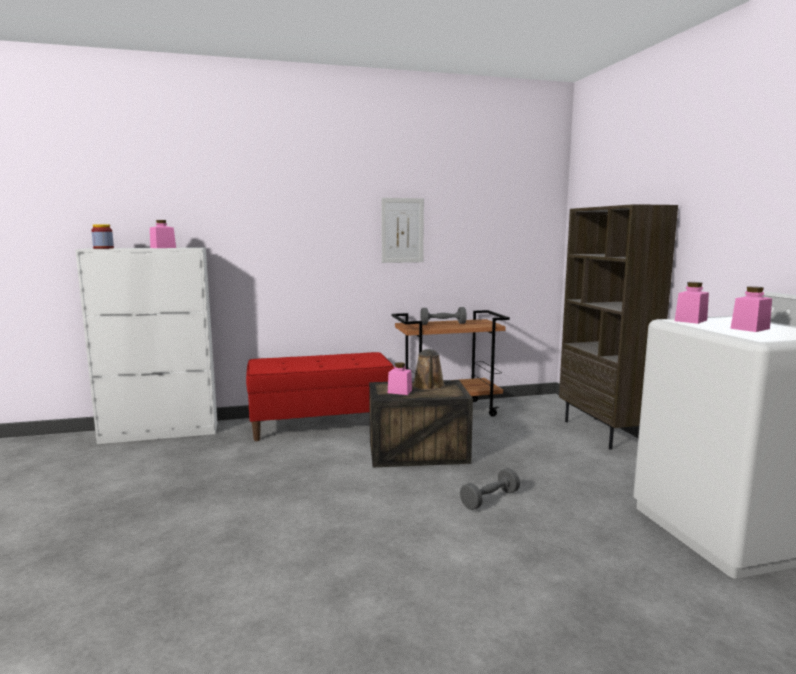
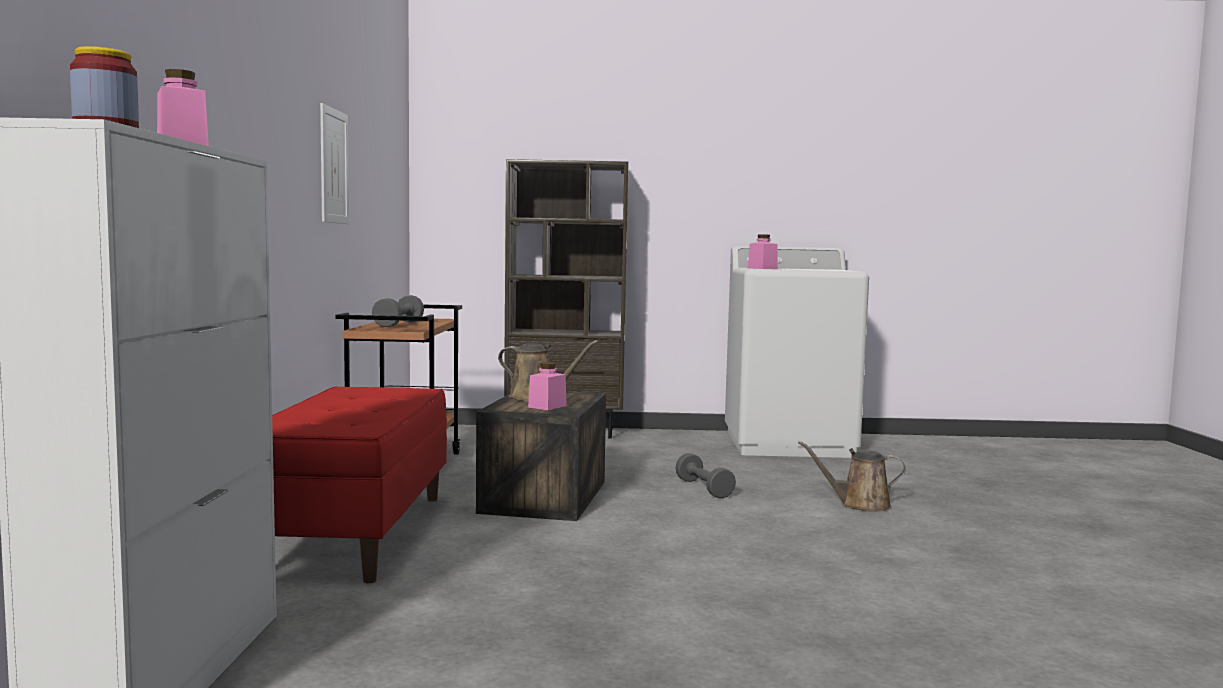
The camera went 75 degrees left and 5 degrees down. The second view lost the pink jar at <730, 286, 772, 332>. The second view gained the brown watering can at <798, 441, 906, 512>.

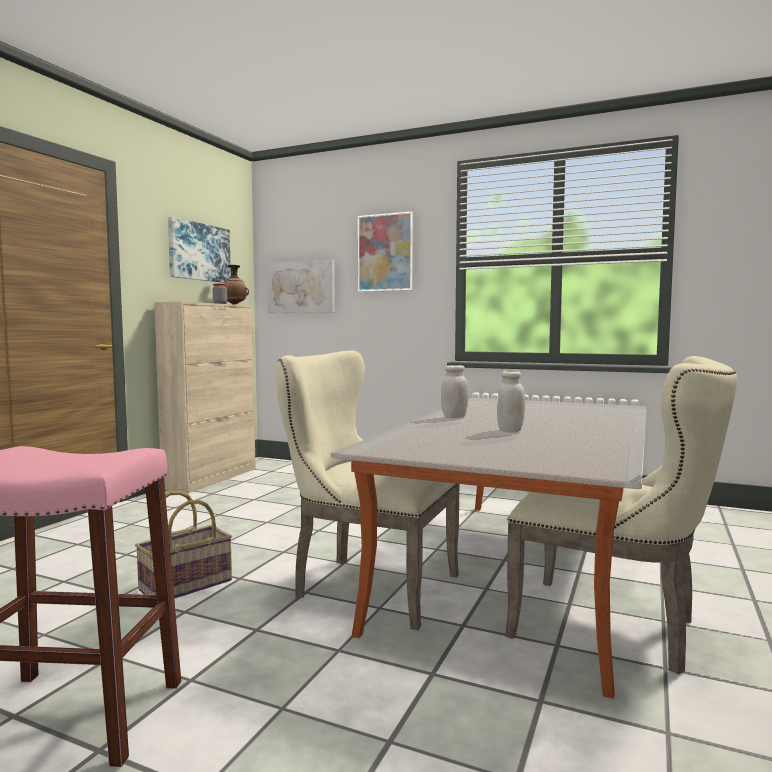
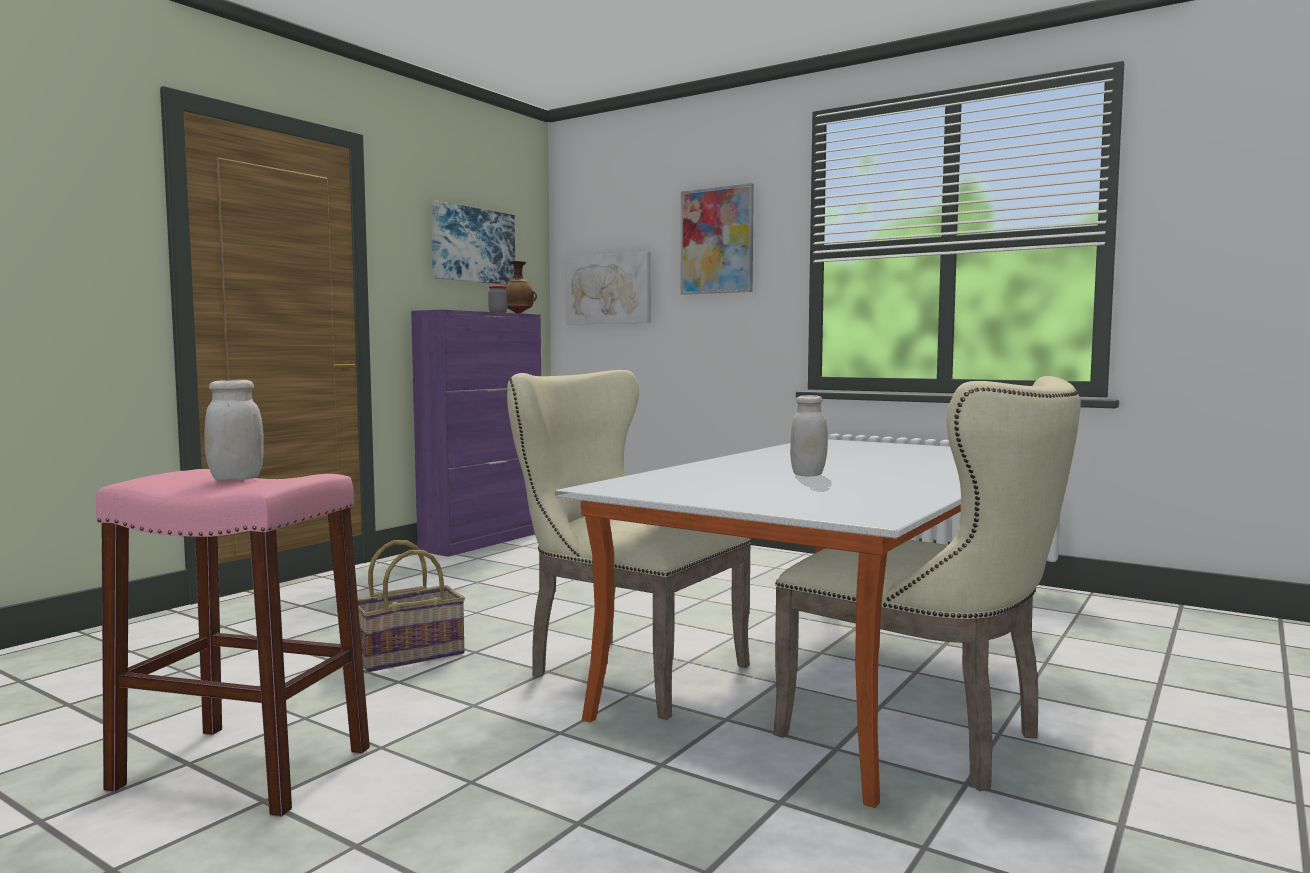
The camera went 10 degrees right and 0 degrees up. What was the beige cabinet at <154, 302, 256, 493> turned into the purple cabinet at <411, 310, 541, 557>. The white jar ended up elsewhere, having gone from <441, 365, 468, 418> to <204, 380, 264, 480>.

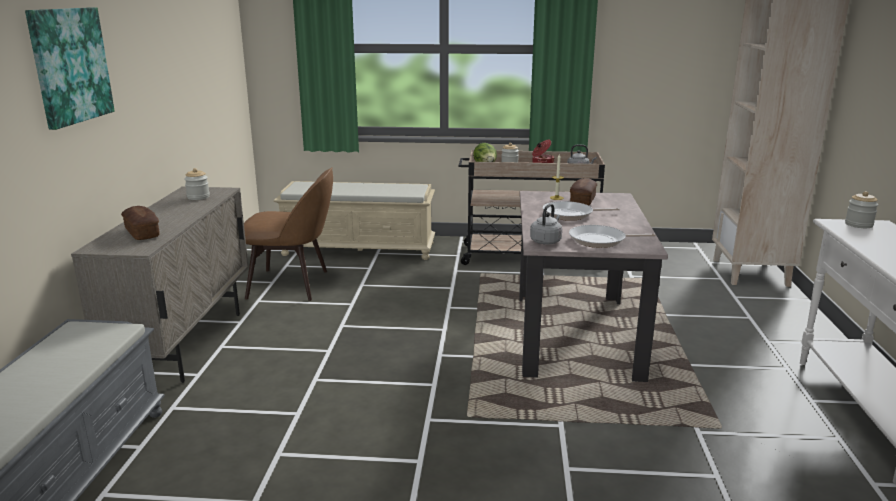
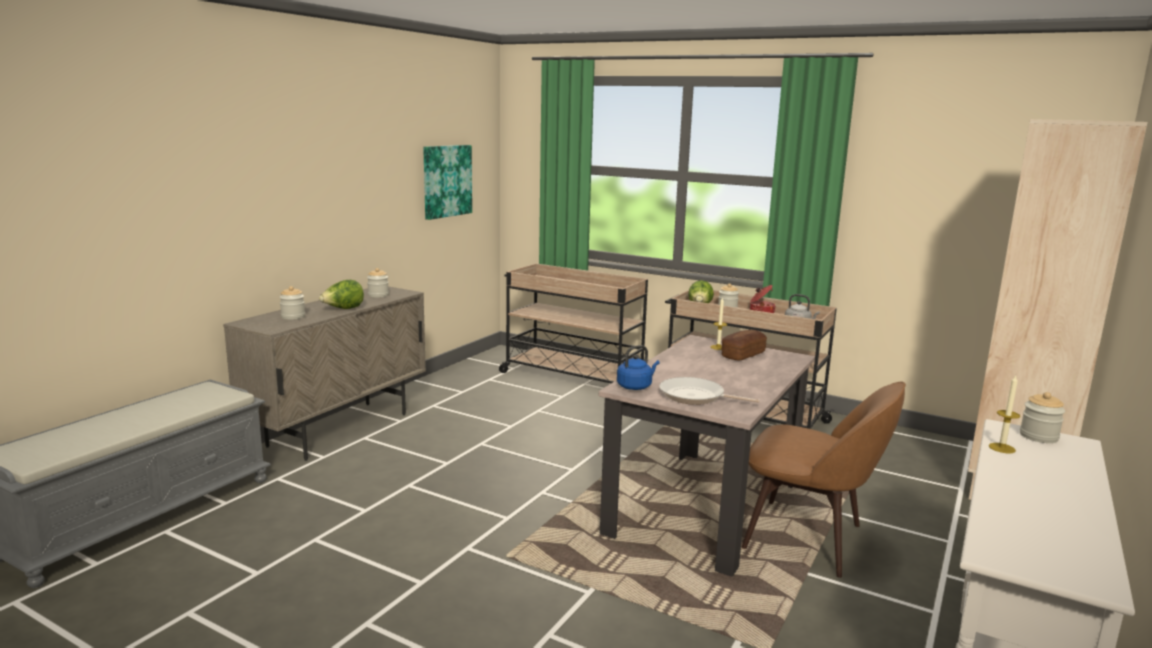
The camera went 25 degrees right and 5 degrees down. The picture ended up elsewhere, having gone from <25, 7, 115, 130> to <423, 145, 472, 220>. The brown chair ended up elsewhere, having gone from <244, 168, 333, 301> to <742, 382, 906, 578>. Where the beige bench stood at <274, 181, 435, 260>, the beige cart came to stand at <499, 263, 648, 383>. The second view lost the frying pan at <543, 201, 620, 221>. What was the grey kettle at <530, 204, 562, 244> turned into the blue kettle at <617, 345, 660, 390>. Where the bread stood at <121, 206, 159, 240>, the jar came to stand at <279, 286, 305, 320>. The second view gained the lettuce at <319, 280, 364, 309>. The second view gained the candle at <989, 375, 1020, 453>.

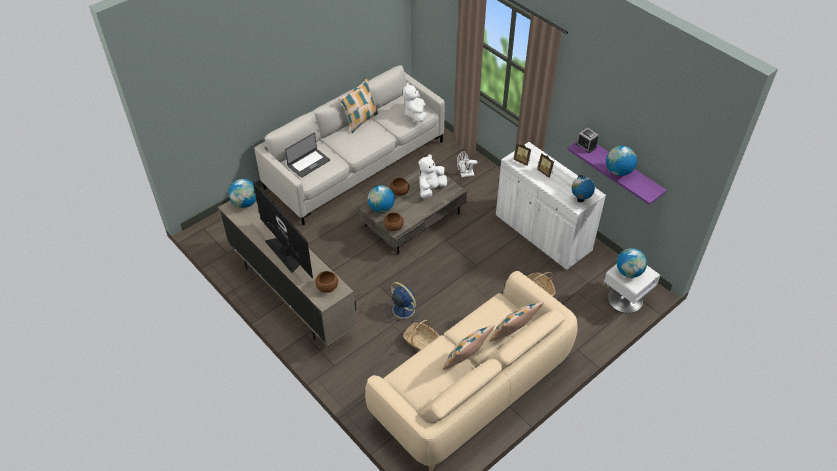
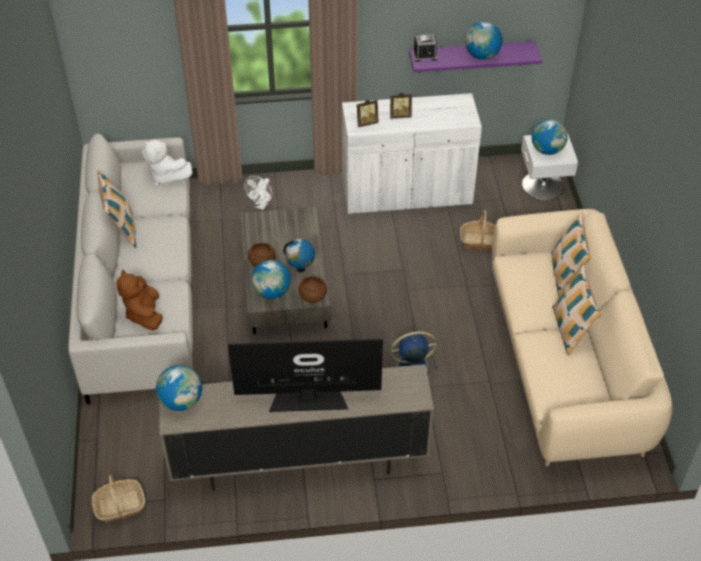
The camera went 55 degrees left and 0 degrees up. Where the laptop stood at <285, 133, 330, 178>, the brown plush toy came to stand at <116, 270, 163, 330>. The second view lost the white plush toy at <419, 154, 447, 198>. The globe ended up elsewhere, having gone from <572, 175, 595, 202> to <284, 239, 315, 272>. The second view lost the brown bowl at <315, 271, 338, 293>. The basket ended up elsewhere, having gone from <403, 320, 439, 351> to <91, 475, 145, 522>.

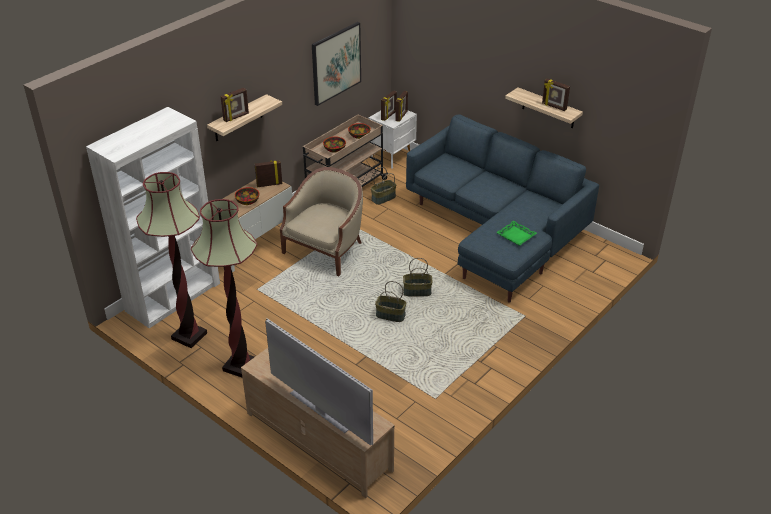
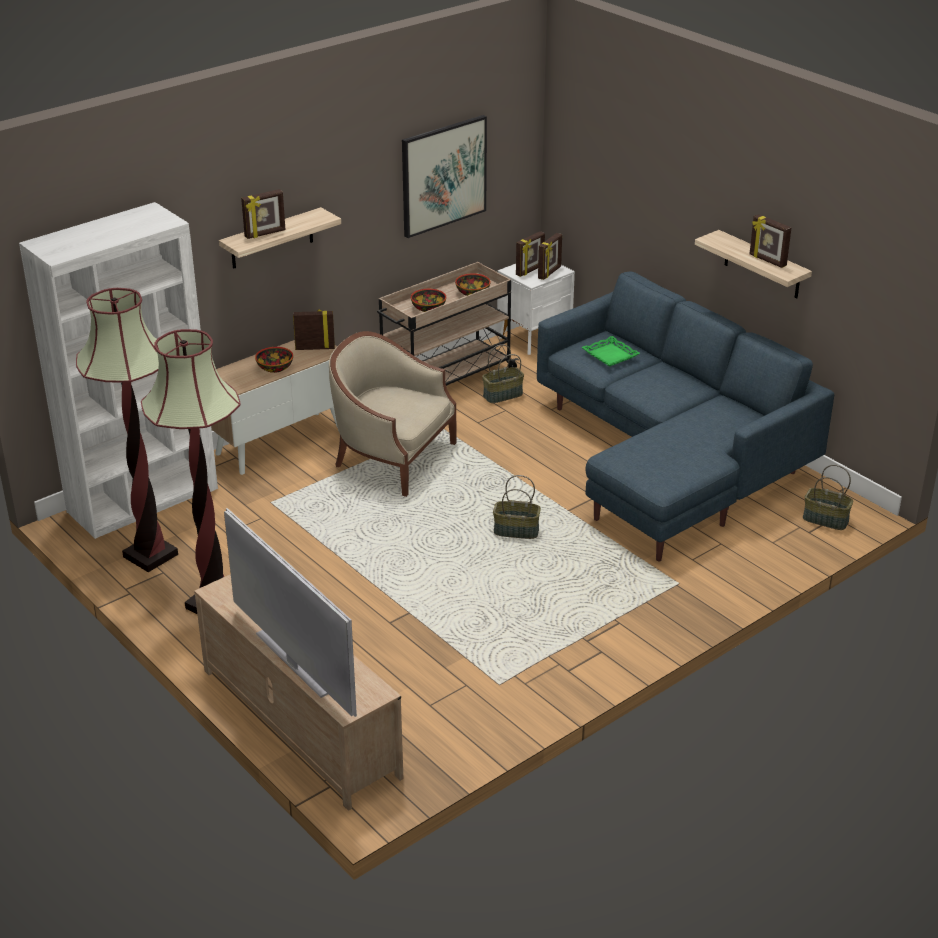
The camera went 10 degrees right and 5 degrees down. The beige armchair at <280, 167, 363, 276> ended up facing another way, 105 degrees counterclockwise from before. The green tray ended up elsewhere, having gone from <496, 221, 537, 245> to <582, 336, 640, 367>. The basket ended up elsewhere, having gone from <375, 281, 406, 322> to <803, 465, 853, 530>.

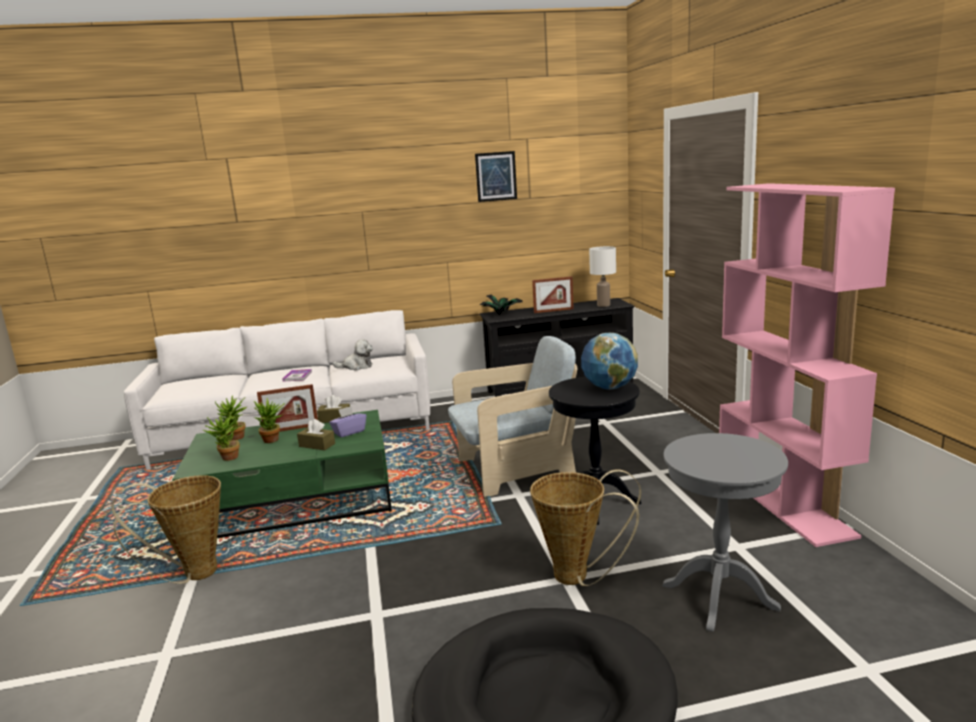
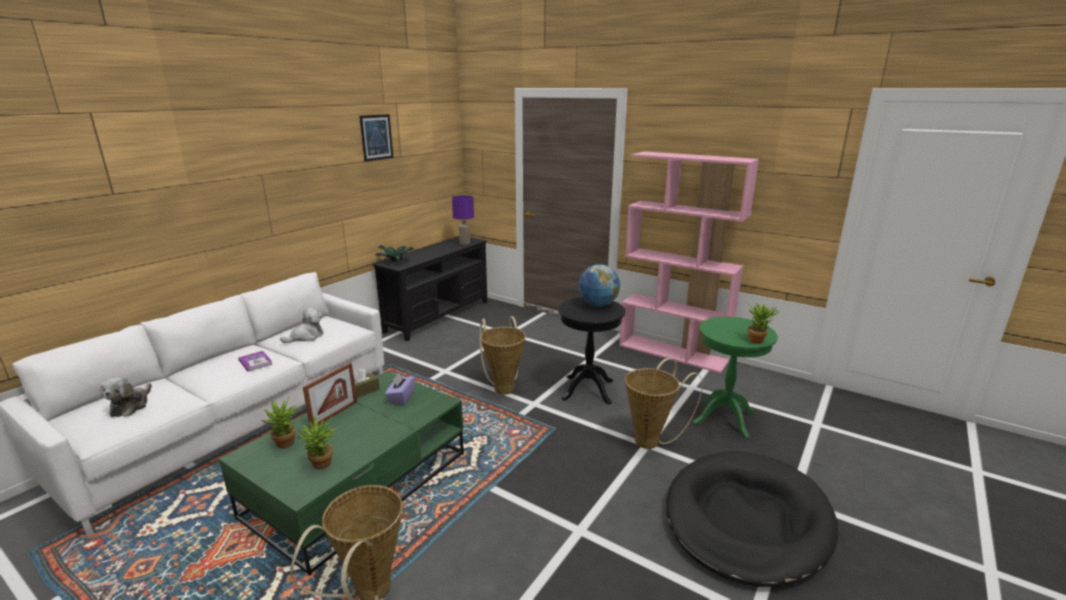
The camera went 45 degrees left and 5 degrees up. What was the white table lamp at <589, 246, 616, 307> turned into the purple table lamp at <452, 195, 474, 245>. The second view lost the picture frame at <532, 276, 574, 313>. Where the beige armchair stood at <448, 336, 577, 497>, the basket came to stand at <479, 316, 526, 395>. The potted plant ended up elsewhere, having gone from <253, 398, 285, 443> to <747, 303, 779, 344>. The second view lost the brown tissue box at <297, 419, 335, 450>. What was the grey side table at <662, 433, 788, 632> turned into the green side table at <693, 317, 778, 438>. The second view gained the plush toy at <100, 377, 152, 417>.

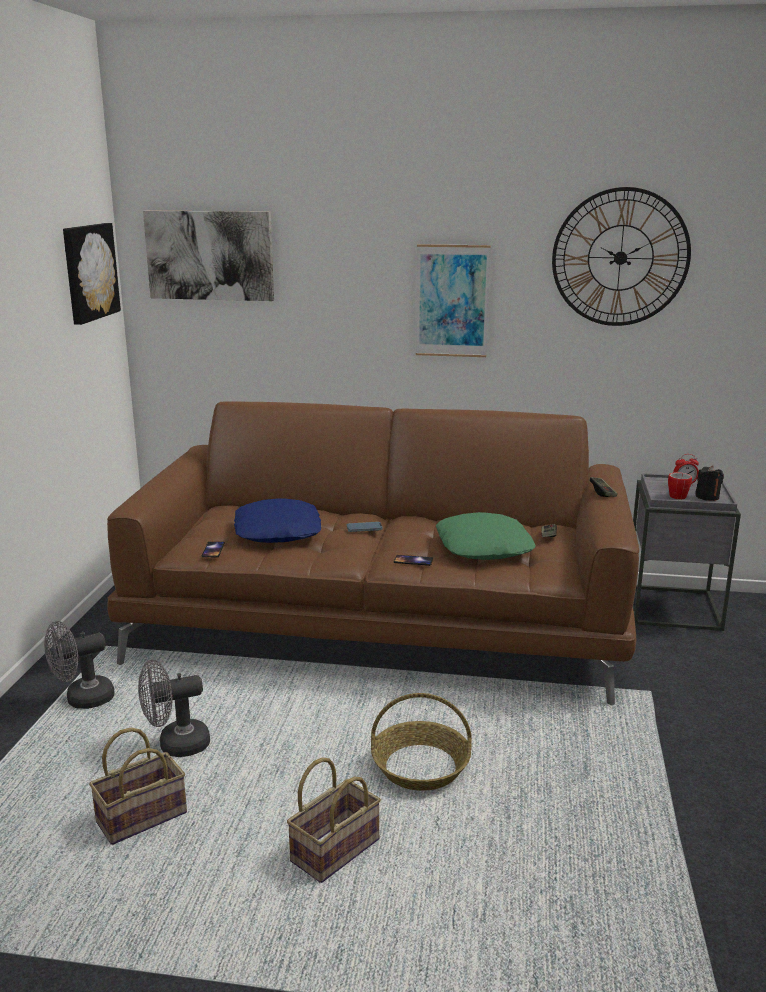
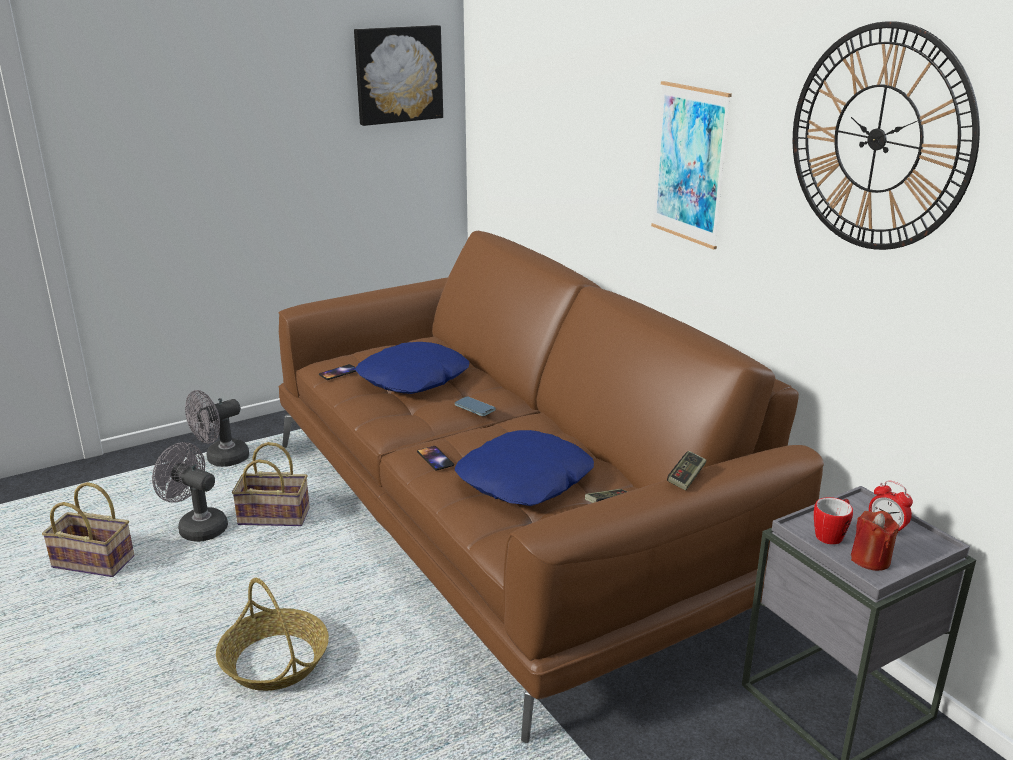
The camera went 50 degrees right and 5 degrees up. The second view lost the picture at <143, 211, 274, 301>. What was the black candle at <695, 466, 724, 501> turned into the red candle at <851, 511, 899, 571>. What was the green pillow at <436, 512, 536, 560> turned into the blue pillow at <455, 430, 594, 506>. The grey fan at <44, 621, 114, 709> ended up facing another way, 60 degrees counterclockwise from before. The basket ended up elsewhere, having gone from <287, 757, 381, 883> to <232, 442, 310, 526>.

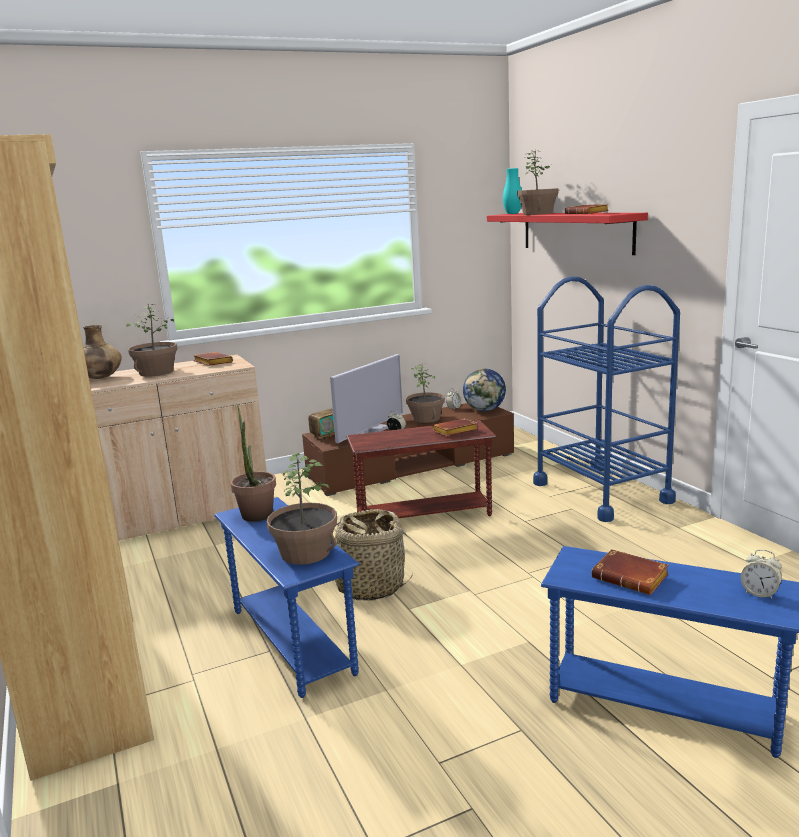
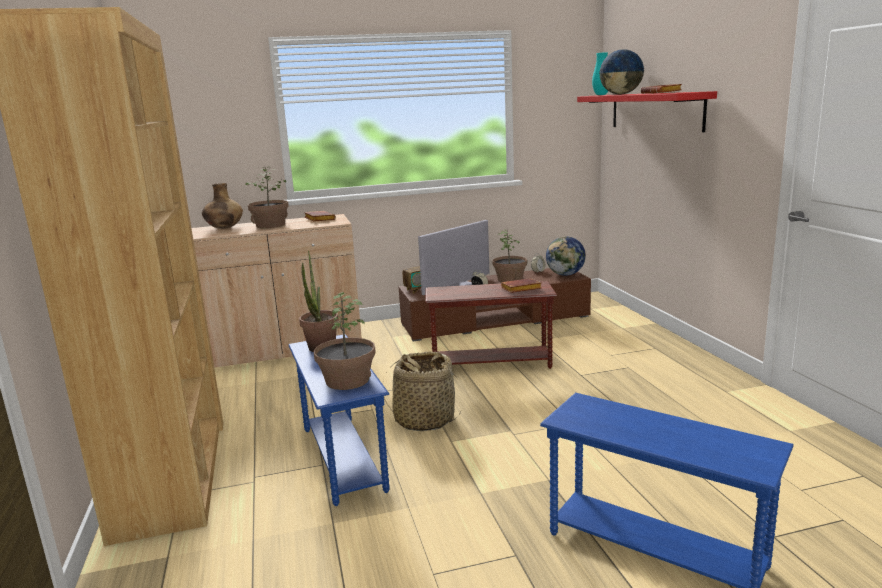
The camera went 10 degrees right and 0 degrees up. Where the potted plant stood at <517, 150, 559, 215>, the globe came to stand at <599, 49, 644, 95>. The second view lost the blue cart at <533, 276, 680, 522>. The second view lost the brown book at <591, 549, 669, 595>. The second view lost the alarm clock at <741, 550, 782, 600>.

